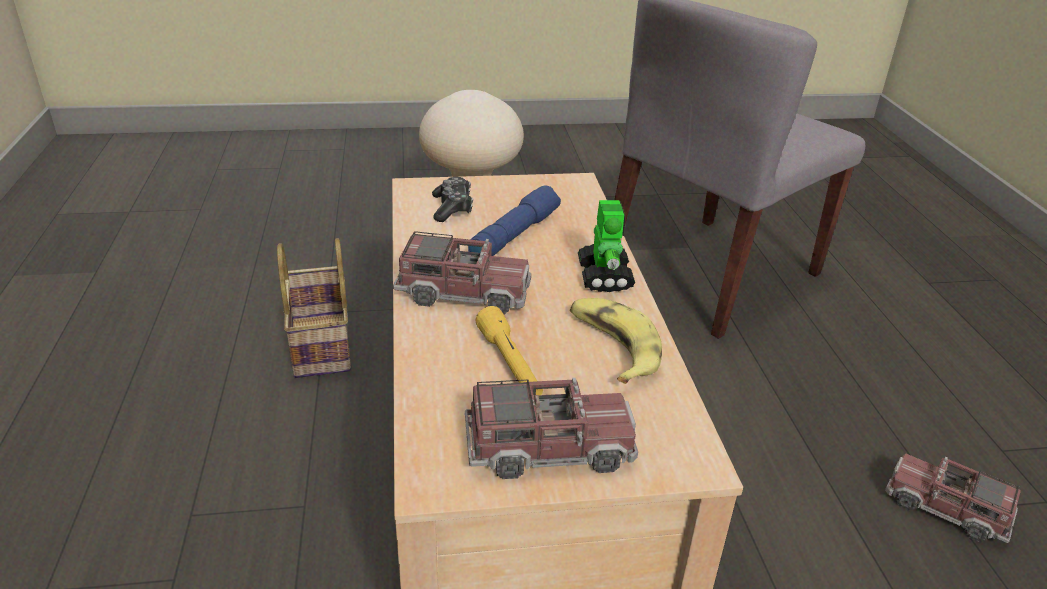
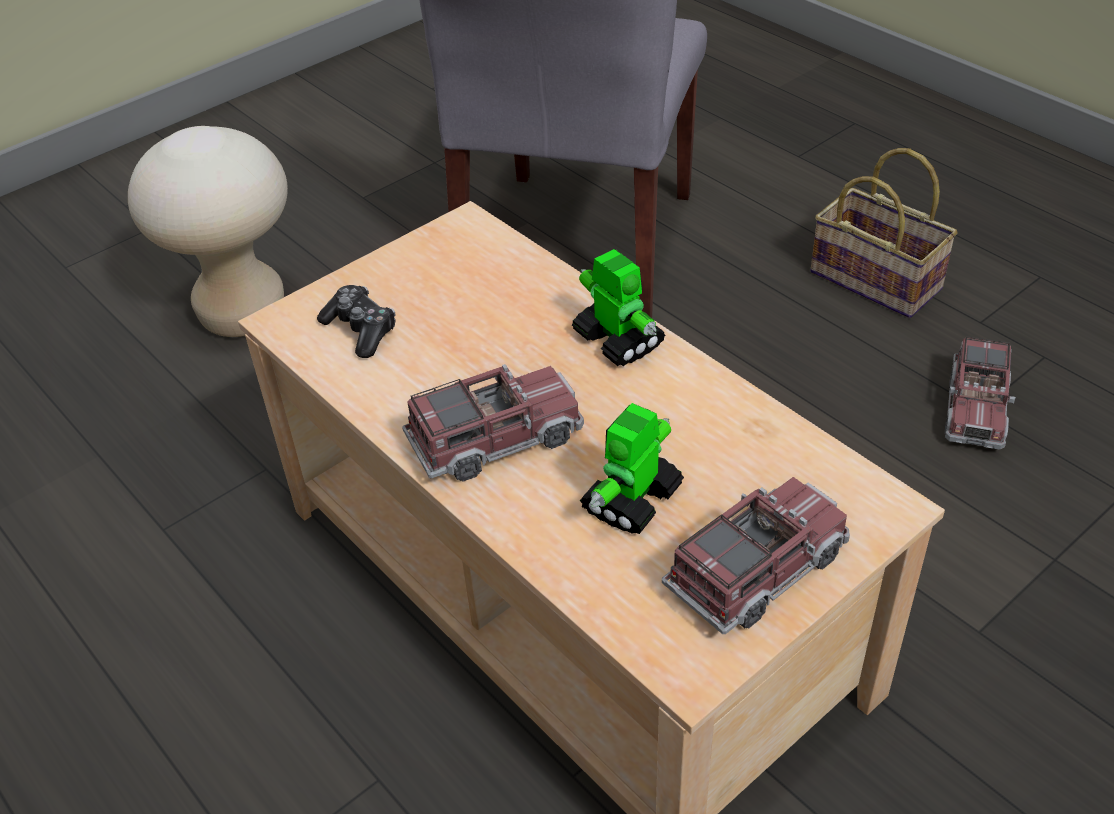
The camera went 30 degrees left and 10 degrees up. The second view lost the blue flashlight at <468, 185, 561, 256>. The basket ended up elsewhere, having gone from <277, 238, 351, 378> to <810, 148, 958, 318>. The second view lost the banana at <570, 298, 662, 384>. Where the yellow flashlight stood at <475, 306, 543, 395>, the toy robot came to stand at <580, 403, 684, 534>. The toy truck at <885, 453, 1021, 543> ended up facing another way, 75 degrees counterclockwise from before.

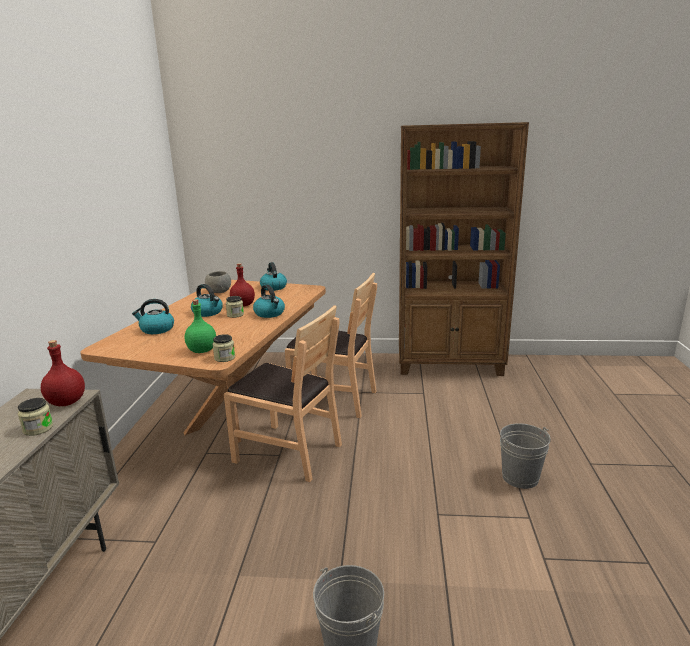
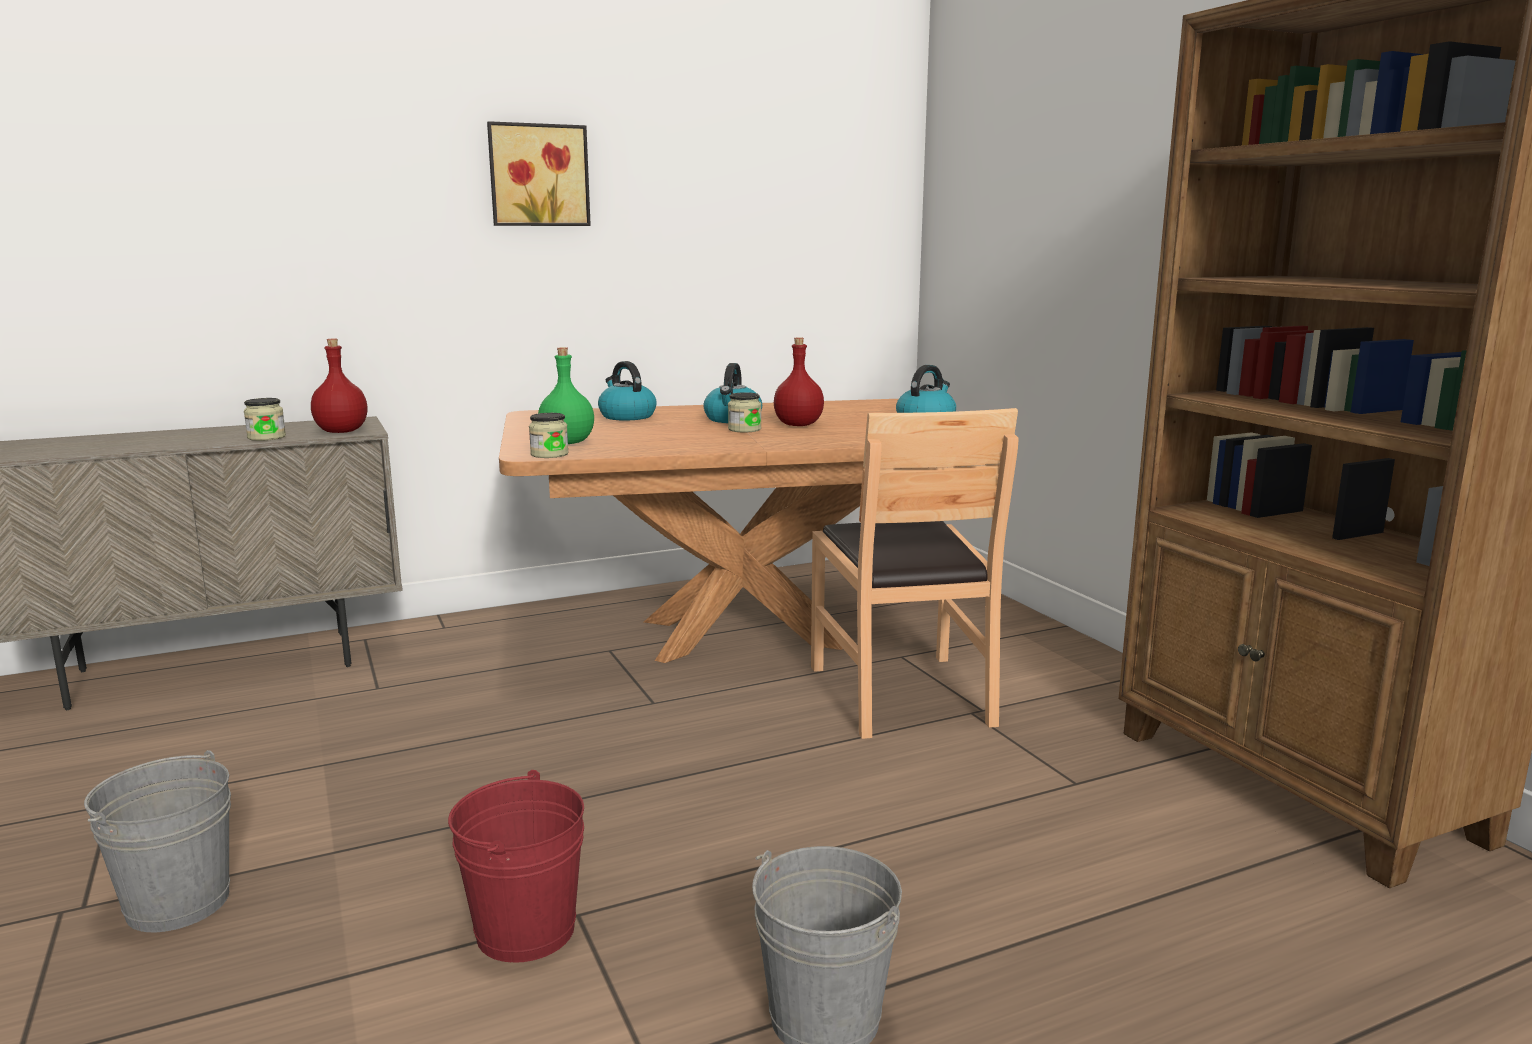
The camera went 60 degrees right and 5 degrees down. The second view lost the grey bowl at <205, 271, 231, 293>. The second view lost the kettle at <253, 284, 285, 318>. The second view lost the brown chair at <224, 305, 342, 482>. The second view gained the picture at <487, 121, 591, 226>. The second view gained the red bucket at <448, 770, 584, 963>.

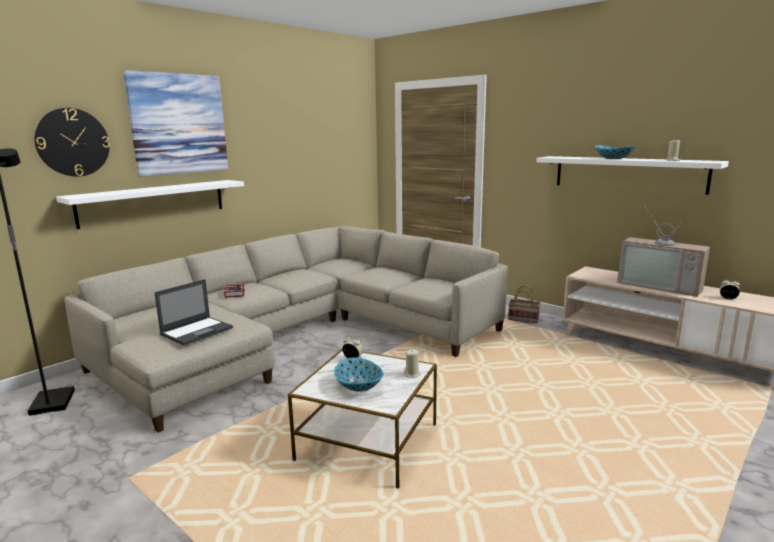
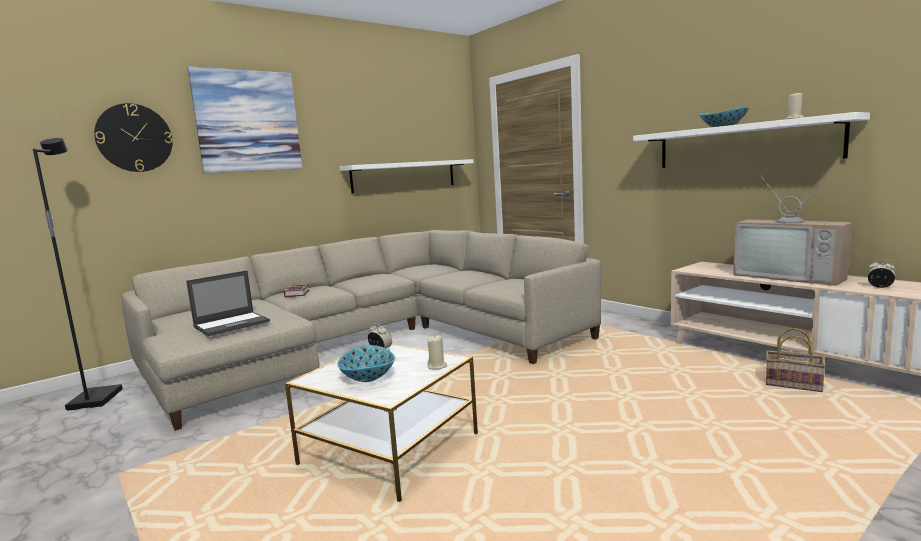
The camera went 10 degrees right and 5 degrees down. The white shelf ended up elsewhere, having gone from <56, 180, 244, 229> to <339, 159, 474, 194>. The basket ended up elsewhere, having gone from <508, 285, 540, 323> to <766, 328, 826, 392>.

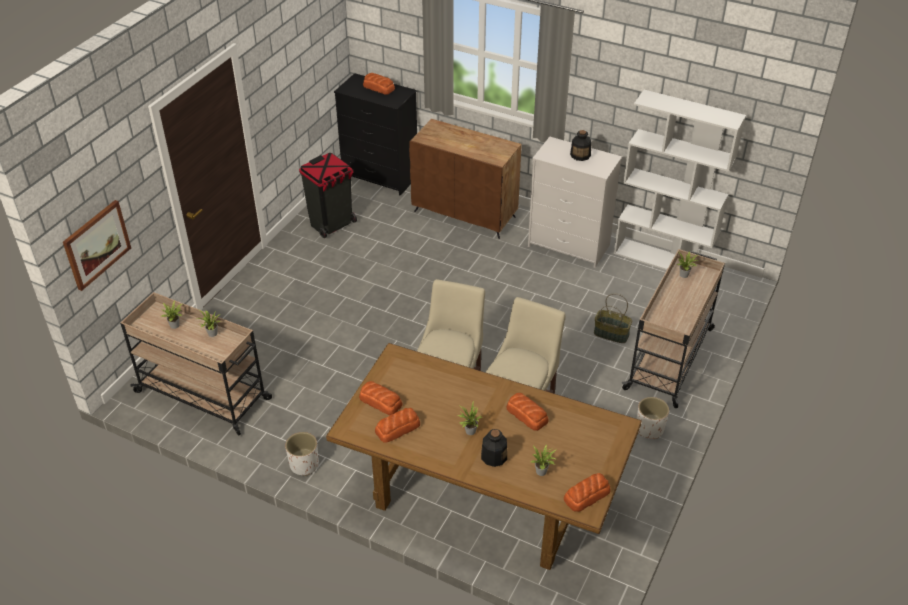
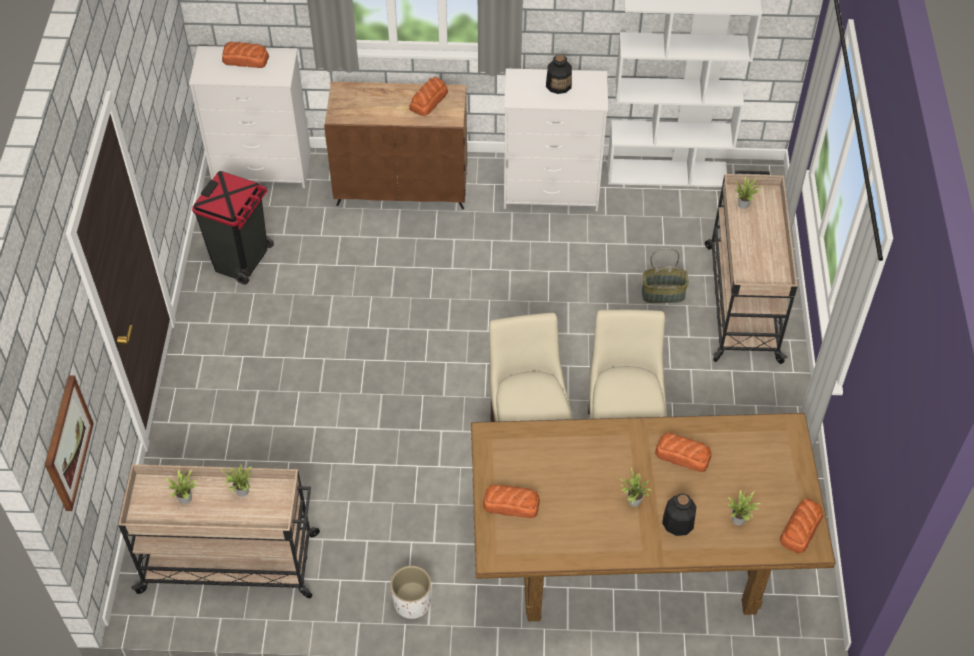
The camera went 25 degrees left and 10 degrees up. What was the black dresser at <334, 73, 417, 196> turned into the white dresser at <189, 46, 311, 188>. The second view lost the white planter at <637, 397, 669, 439>. The bread ended up elsewhere, having gone from <375, 408, 420, 443> to <409, 77, 448, 116>.

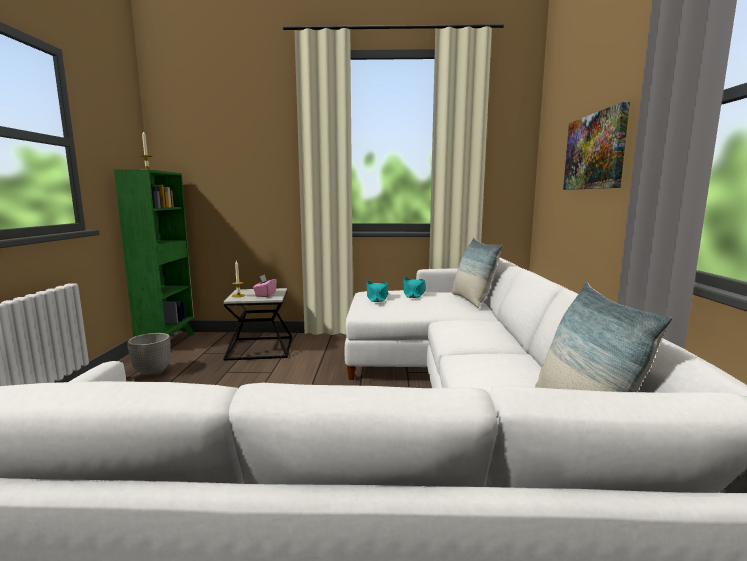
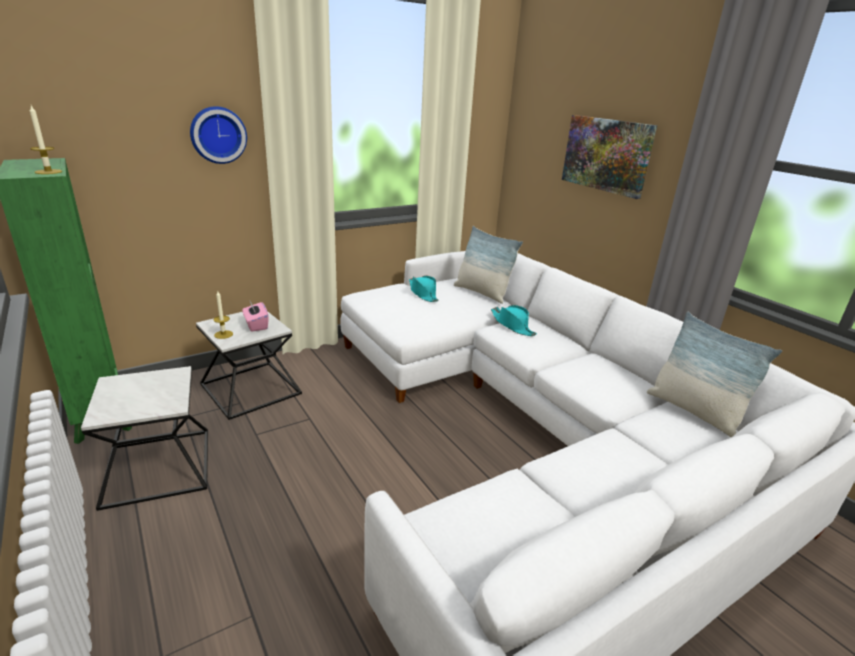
The camera went 35 degrees left and 15 degrees up. The turquoise hat ended up elsewhere, having gone from <366, 280, 389, 302> to <491, 305, 537, 336>. Where the planter stood at <127, 333, 171, 377>, the side table came to stand at <81, 366, 208, 511>. The second view gained the wall clock at <190, 106, 247, 164>.

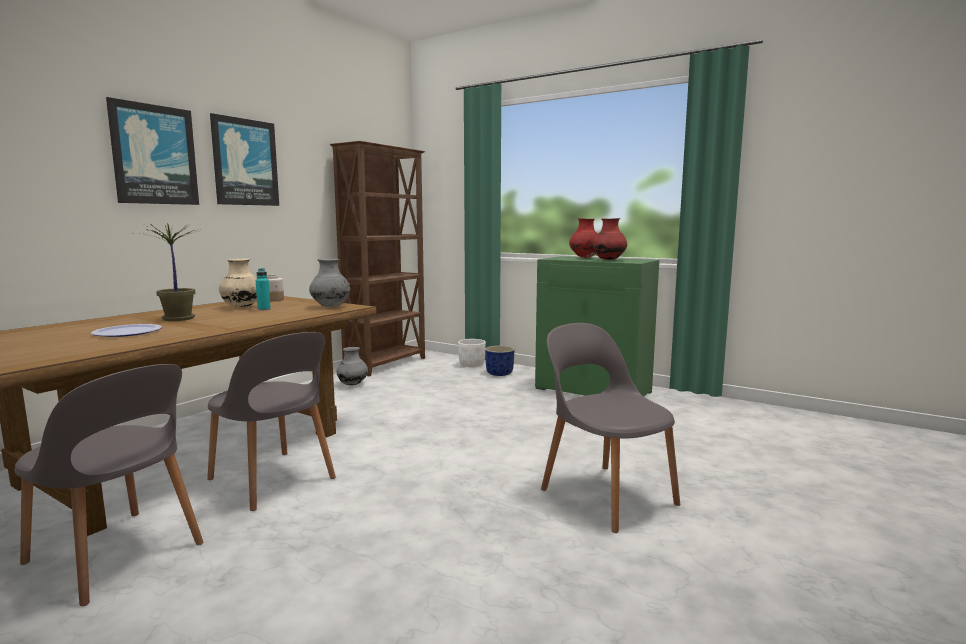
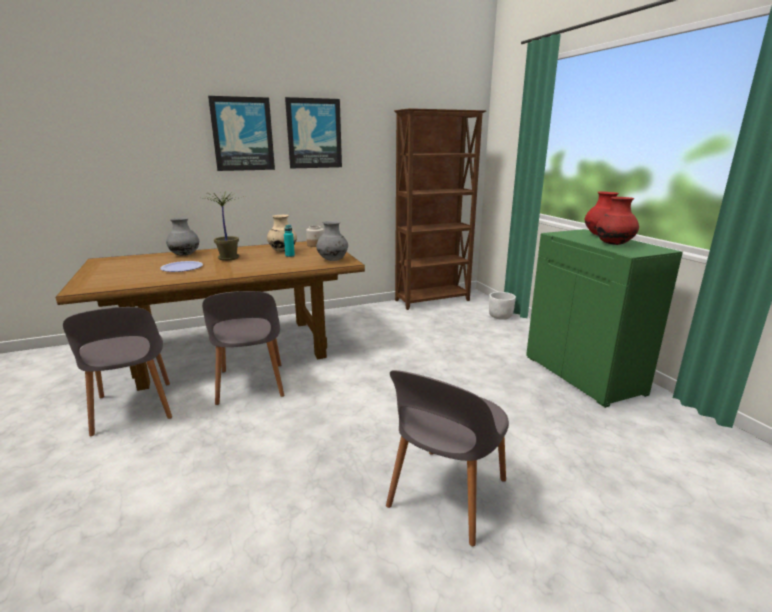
The camera went 35 degrees right and 10 degrees up. The grey chair at <541, 323, 680, 533> ended up facing another way, 150 degrees counterclockwise from before. The second view lost the blue planter at <485, 346, 515, 376>. The grey vase ended up elsewhere, having gone from <336, 347, 368, 385> to <166, 217, 199, 256>.

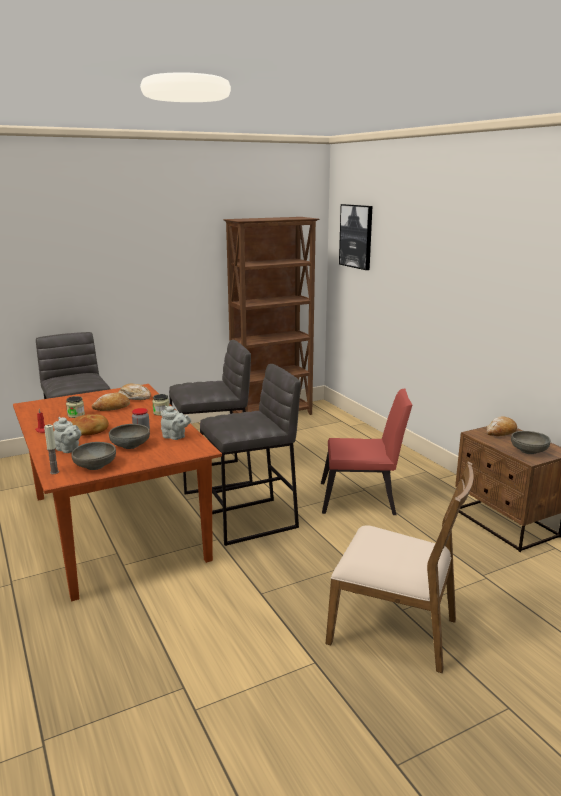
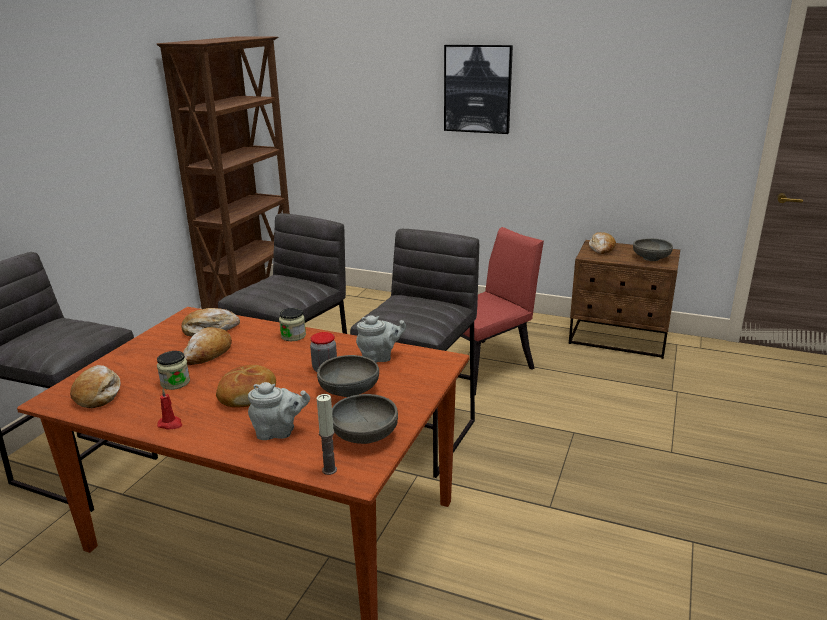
The camera went 40 degrees left and 5 degrees up. The picture ended up elsewhere, having gone from <339, 204, 372, 270> to <444, 45, 513, 134>. The second view lost the brown chair at <326, 462, 474, 673>. The second view gained the bread at <70, 365, 121, 408>.

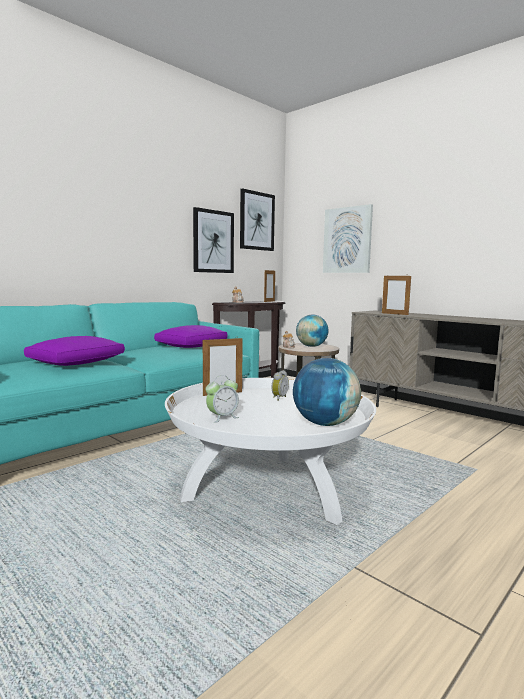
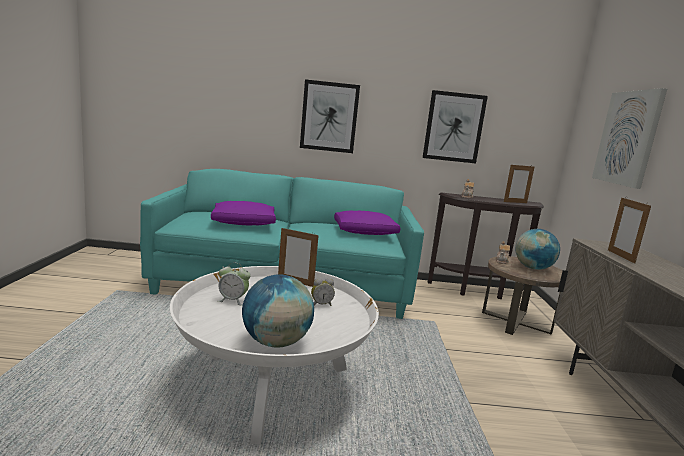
The camera went 45 degrees right and 5 degrees up. The picture ended up elsewhere, having gone from <240, 188, 275, 251> to <300, 79, 360, 153>.

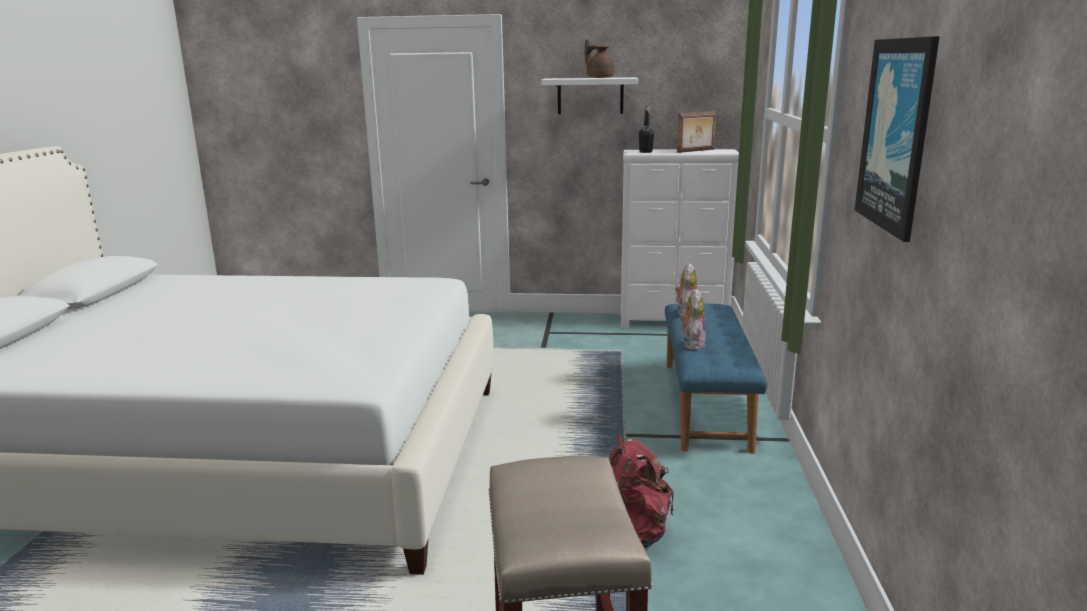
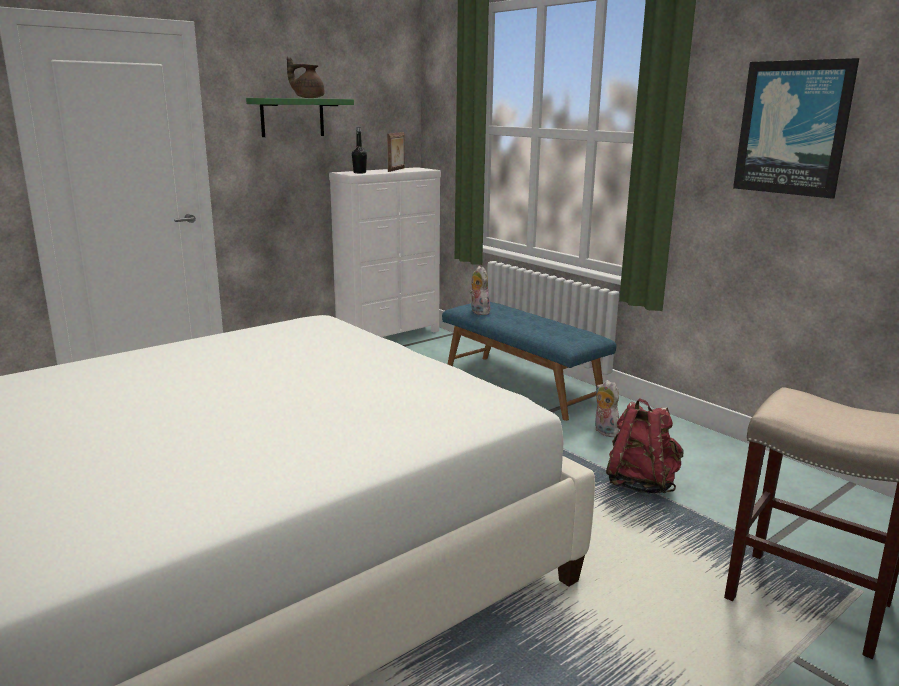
The camera went 45 degrees left and 0 degrees up. What was the white shelf at <541, 77, 638, 114> turned into the green shelf at <246, 98, 354, 137>. The plush toy ended up elsewhere, having gone from <680, 289, 706, 350> to <595, 380, 619, 437>.

